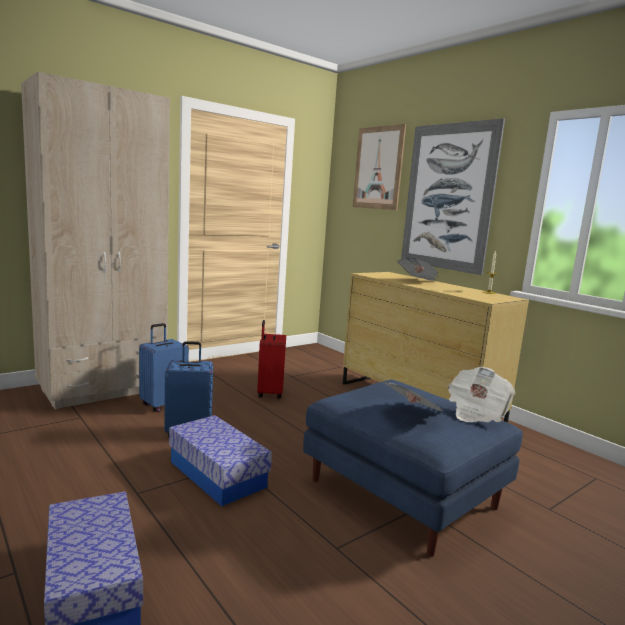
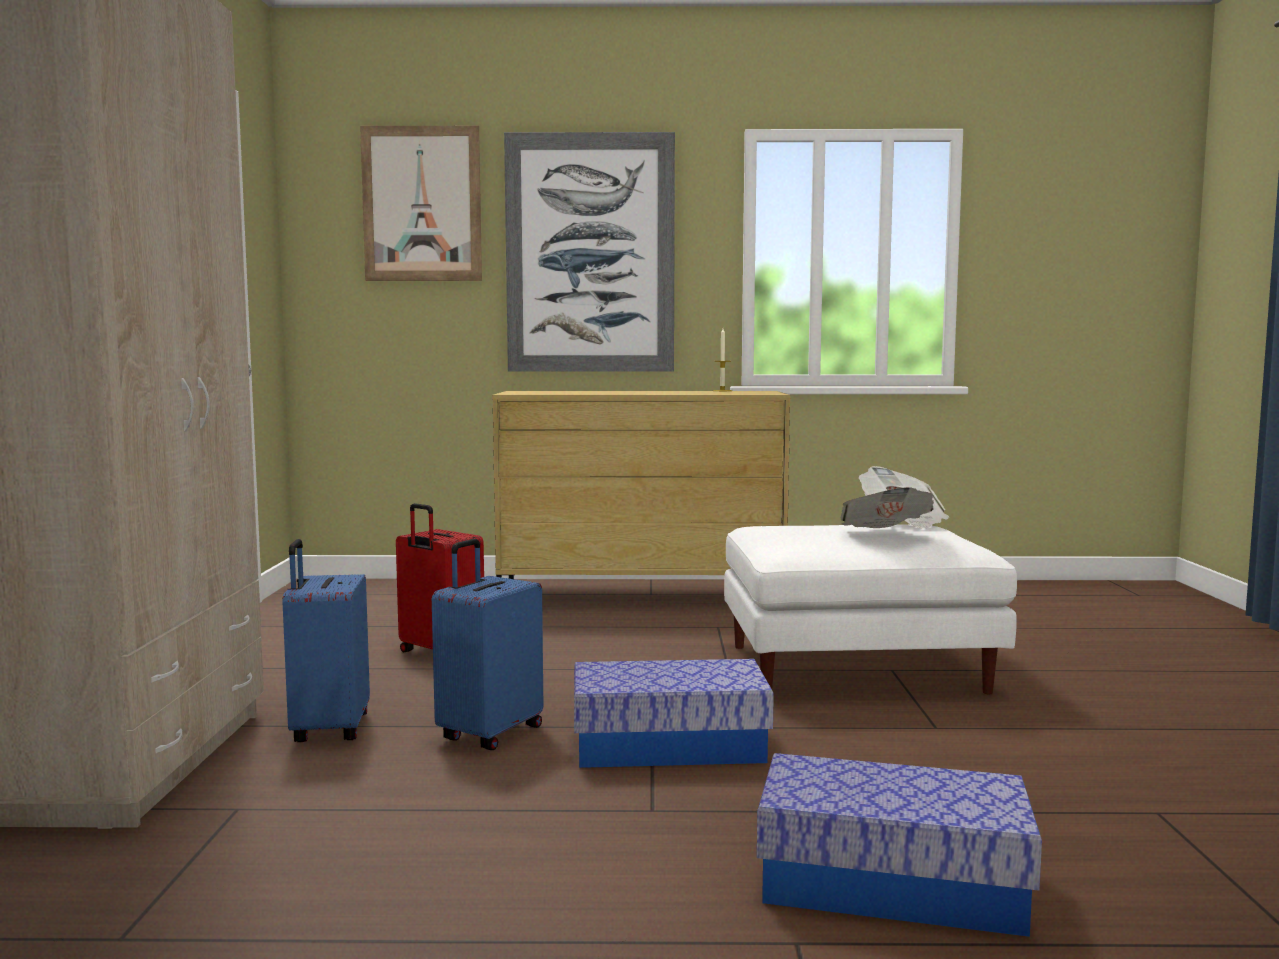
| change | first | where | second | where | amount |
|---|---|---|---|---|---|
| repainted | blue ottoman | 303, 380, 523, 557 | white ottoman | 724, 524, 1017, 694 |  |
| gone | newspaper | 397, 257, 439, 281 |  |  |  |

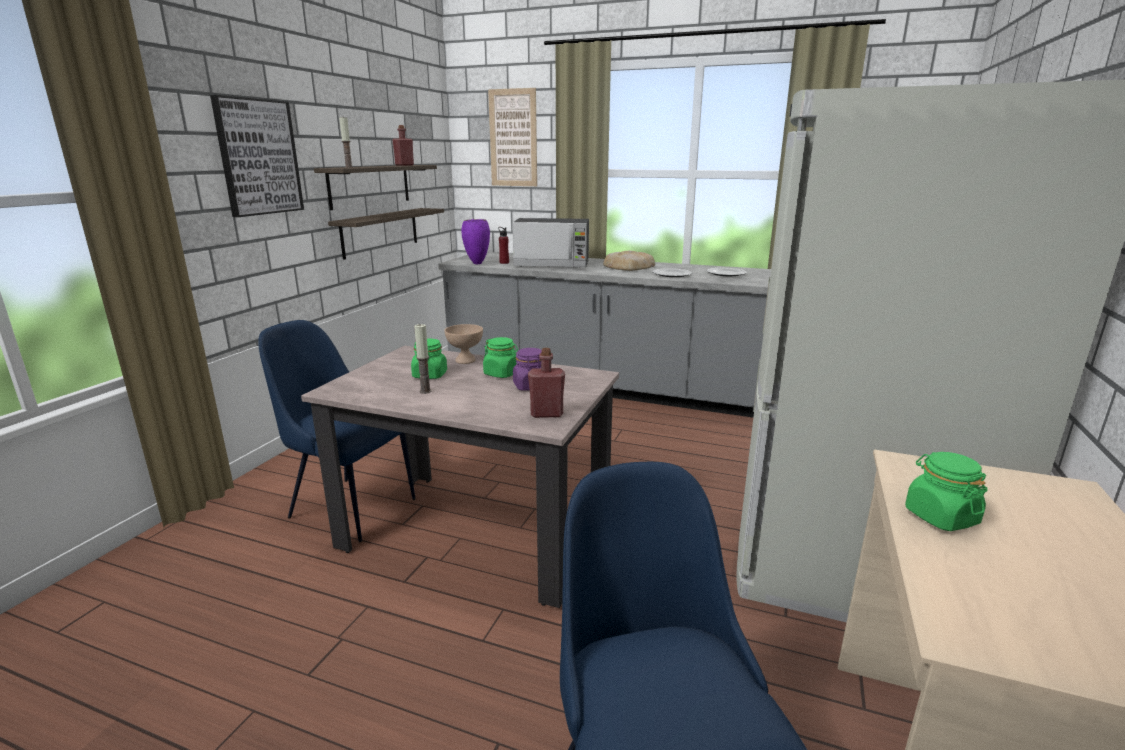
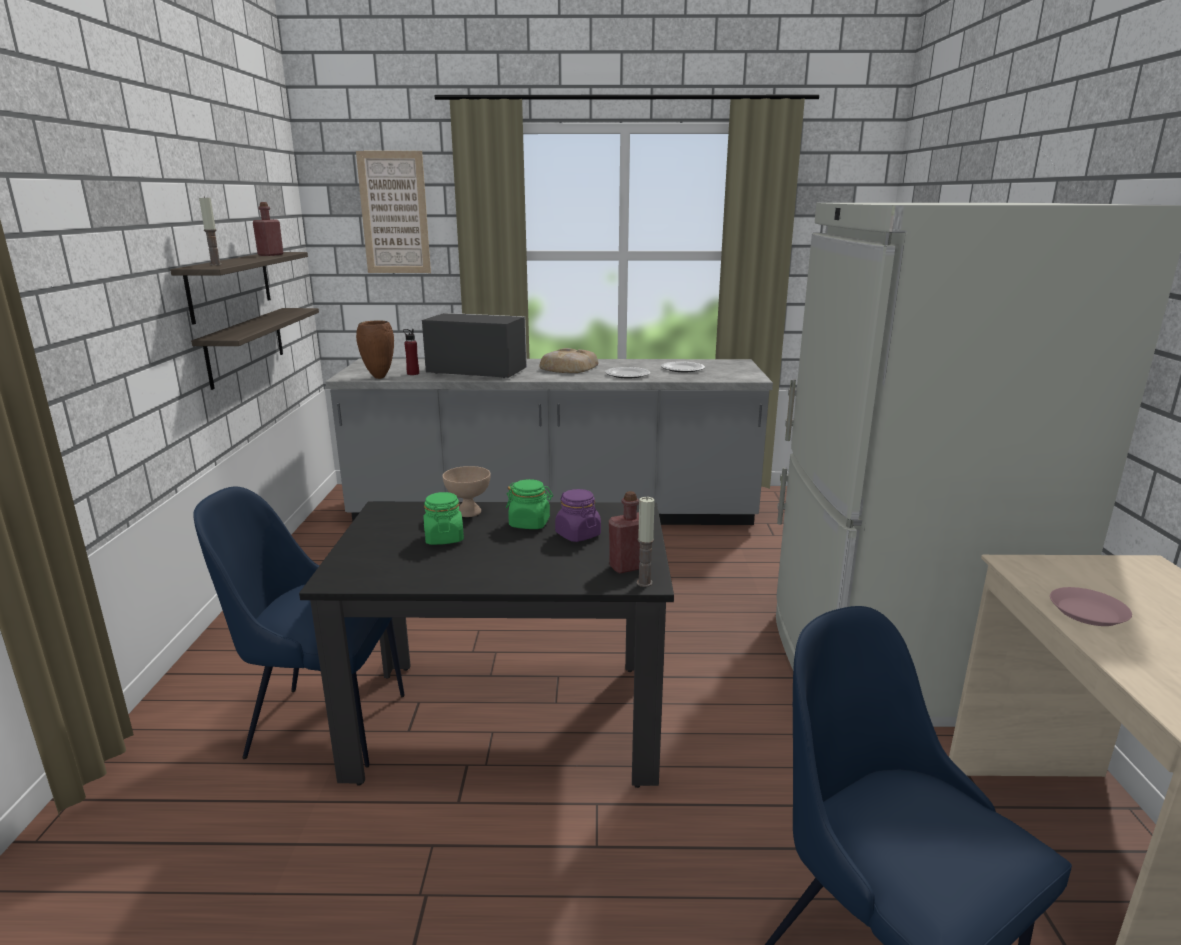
| change | first | where | second | where | amount |
|---|---|---|---|---|---|
| repainted | beige dining table | 301, 345, 619, 608 | black dining table | 299, 502, 674, 788 |  |
| repainted | purple vase | 461, 219, 490, 264 | brown vase | 356, 320, 394, 379 |  |
| rotated | microwave | 512, 218, 589, 267 |  | 422, 313, 527, 378 | 150 degrees counterclockwise |
| shifted | candle | 414, 323, 432, 394 |  | 637, 497, 655, 587 |  |
| swapped | green jar | 905, 452, 988, 531 | pink plate | 1050, 587, 1132, 626 |  |
| gone | picture | 210, 95, 304, 217 |  |  |  |

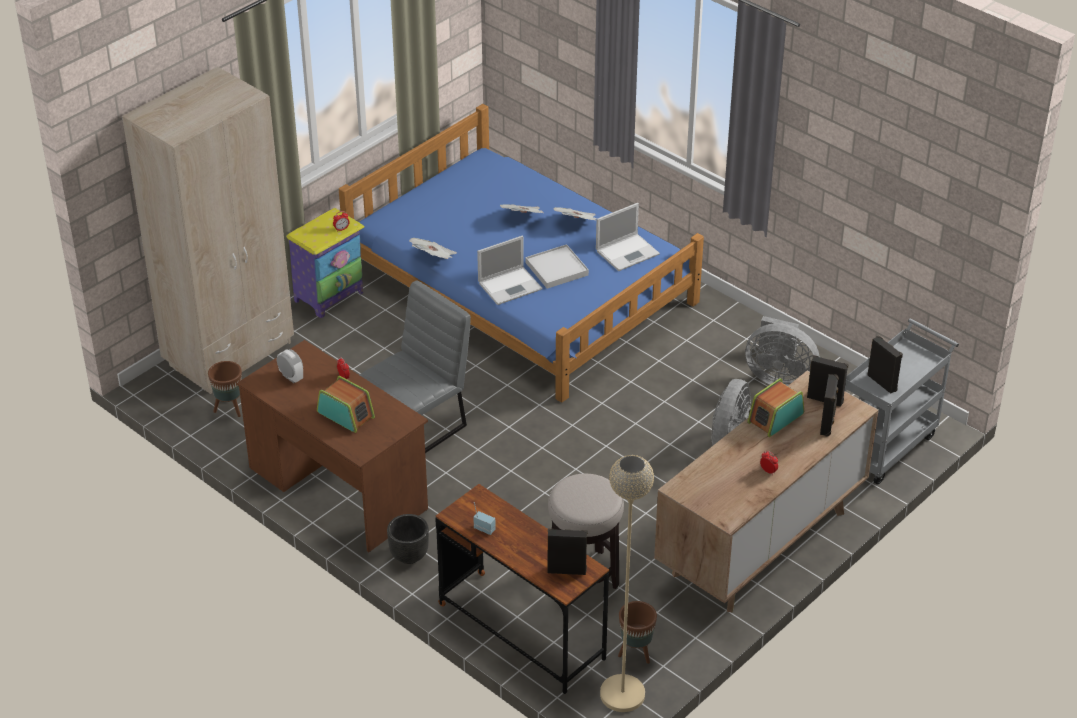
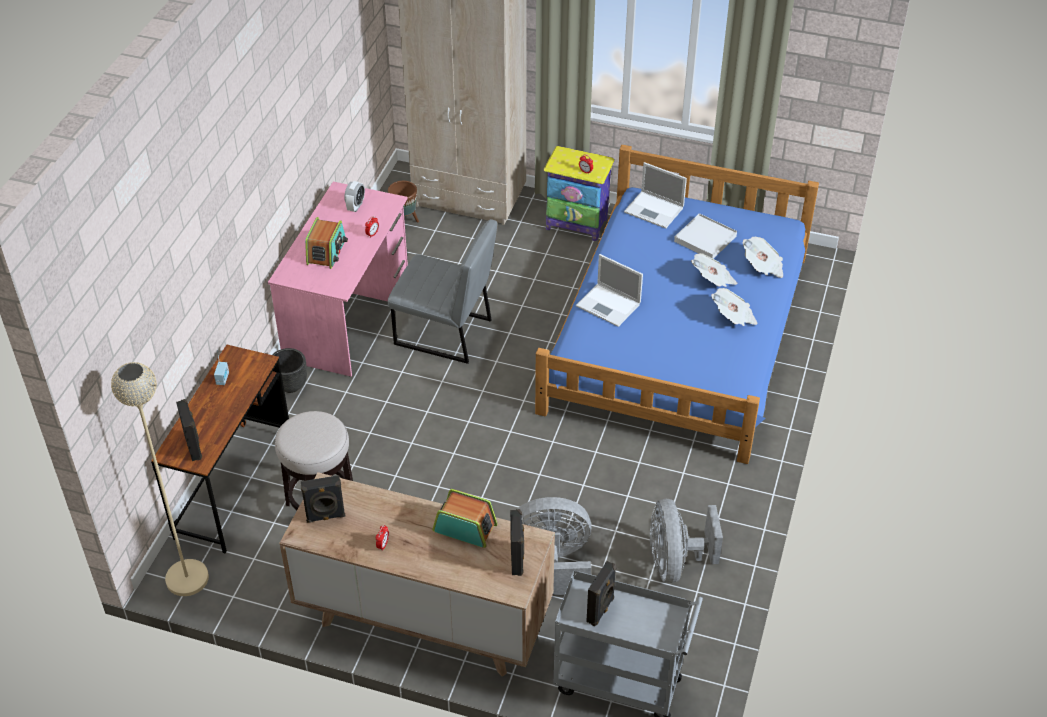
| change | first | where | second | where | amount |
|---|---|---|---|---|---|
| repainted | brown desk | 237, 340, 428, 552 | pink desk | 268, 182, 408, 377 |  |
| shifted | black speaker | 820, 374, 839, 437 |  | 301, 475, 345, 523 |  |
| shifted | laptop | 596, 203, 660, 271 |  | 624, 162, 687, 229 |  |
| shifted | white tray | 526, 244, 589, 289 |  | 674, 213, 737, 259 |  |
| shifted | newspaper | 409, 238, 457, 259 |  | 743, 237, 783, 278 |  |
| gone | brown planter | 618, 601, 657, 664 |  |  |  |

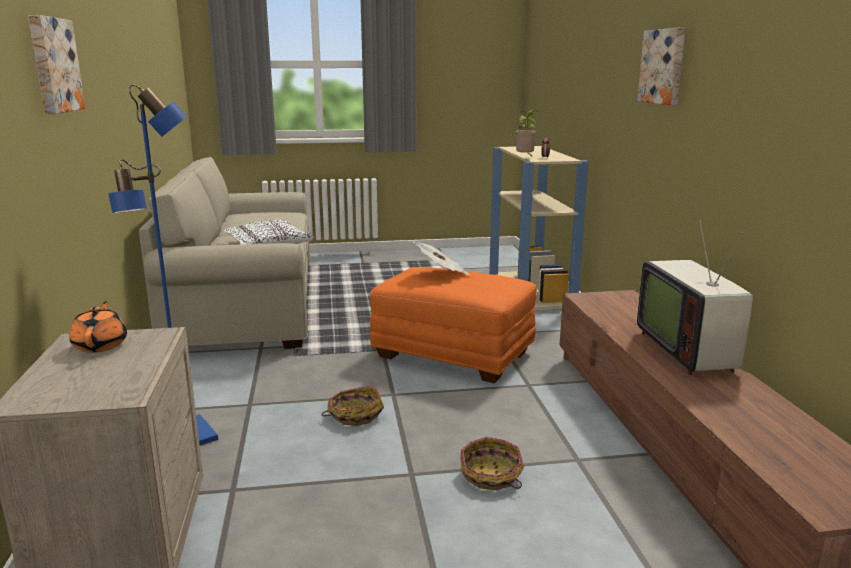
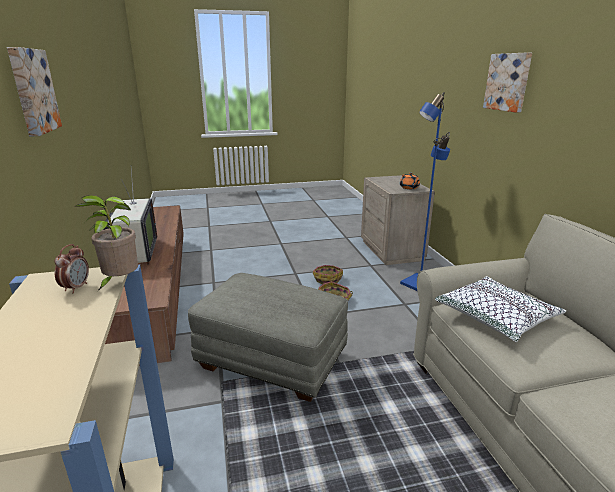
| change | first | where | second | where | amount |
|---|---|---|---|---|---|
| repainted | orange ottoman | 370, 267, 537, 383 | grey ottoman | 188, 273, 348, 402 |  |
| shifted | basket | 461, 437, 524, 490 |  | 313, 265, 343, 284 |  |
| gone | newspaper | 412, 241, 470, 275 |  |  |  |

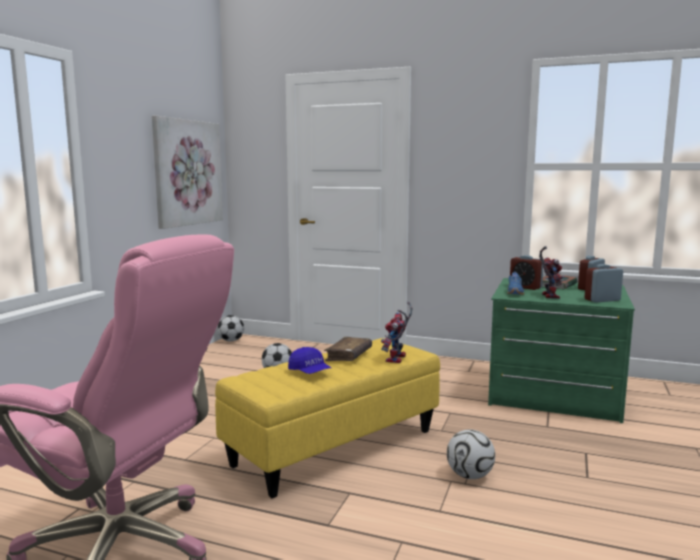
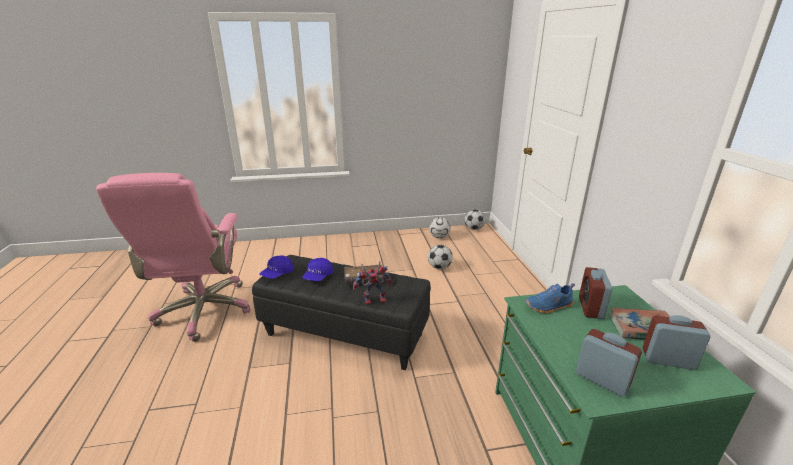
| change | first | where | second | where | amount |
|---|---|---|---|---|---|
| repainted | yellow ottoman | 215, 338, 440, 498 | black ottoman | 252, 255, 431, 370 |  |
| new |  |  | blue cap | 259, 256, 294, 279 |  |
| shifted | football | 447, 429, 495, 479 |  | 429, 217, 451, 239 |  |
| gone | picture | 152, 116, 223, 229 |  |  |  |
| gone | toy robot | 539, 246, 565, 299 |  |  |  |

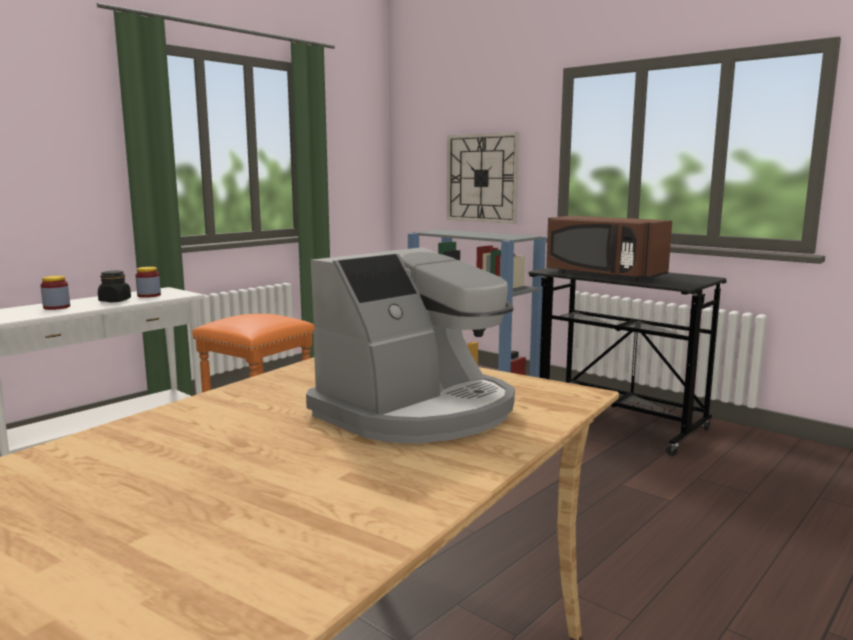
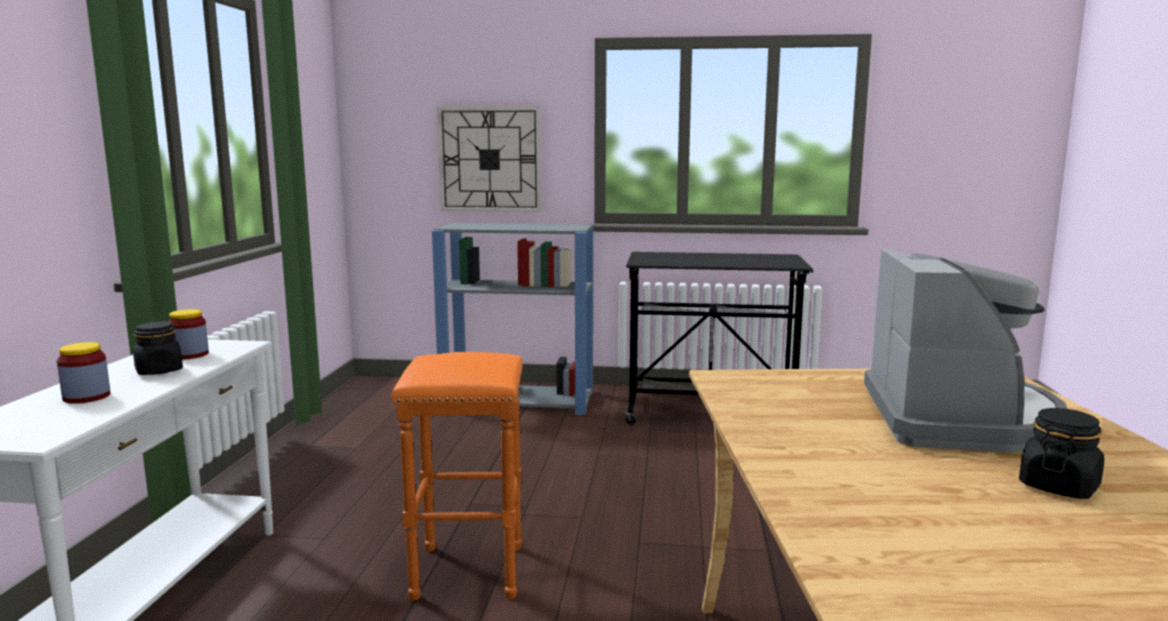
| change | first | where | second | where | amount |
|---|---|---|---|---|---|
| new |  |  | black jar | 1019, 408, 1104, 499 |  |
| gone | brown microwave | 546, 216, 672, 281 |  |  |  |

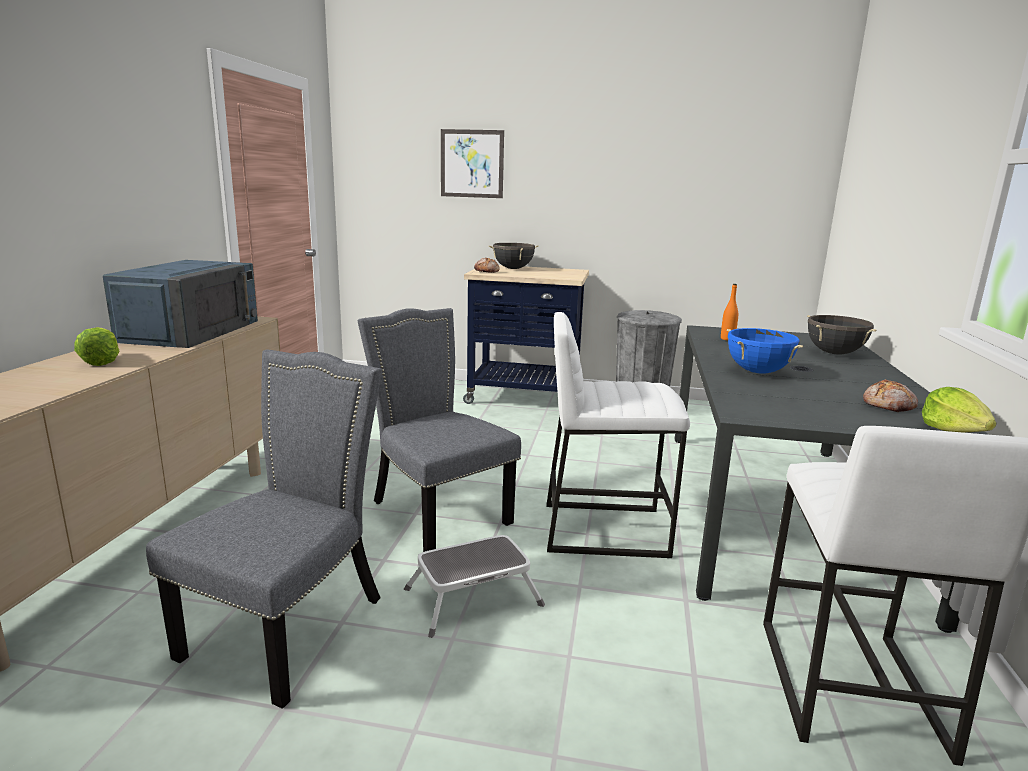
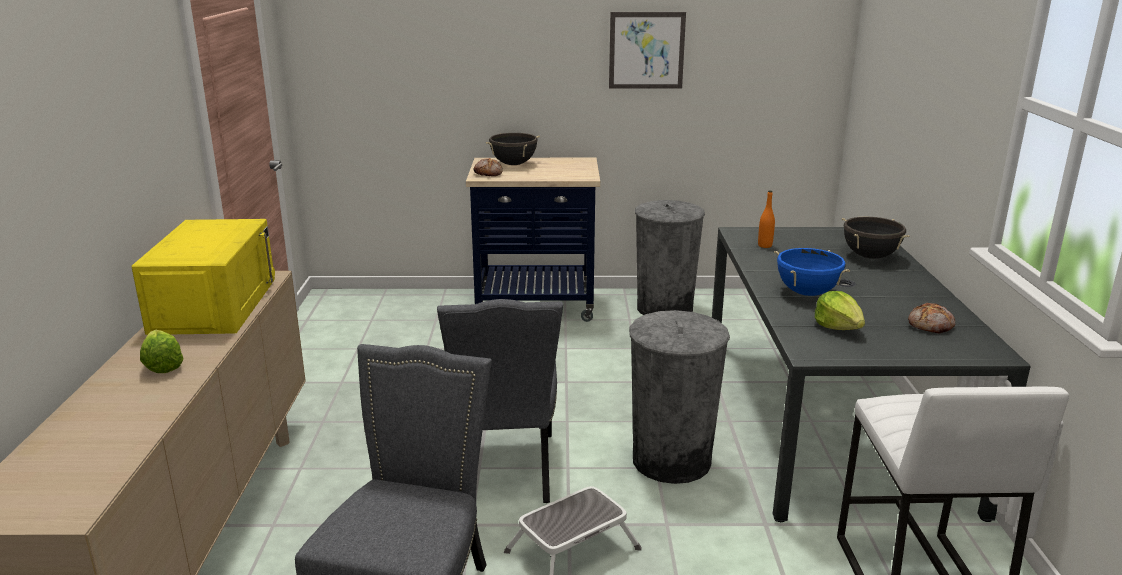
| change | first | where | second | where | amount |
|---|---|---|---|---|---|
| repainted | blue microwave | 103, 260, 258, 348 | yellow microwave | 131, 219, 275, 335 |  |
| rotated | grey chair | 358, 308, 521, 552 |  | 437, 299, 563, 503 | 135 degrees counterclockwise |
| shifted | picture | 441, 129, 504, 198 |  | 609, 12, 686, 89 |  |
| swapped | white stool | 547, 312, 690, 558 | grey trash can | 629, 310, 730, 484 |  |
| shifted | lettuce | 922, 387, 997, 432 |  | 815, 291, 865, 330 |  |

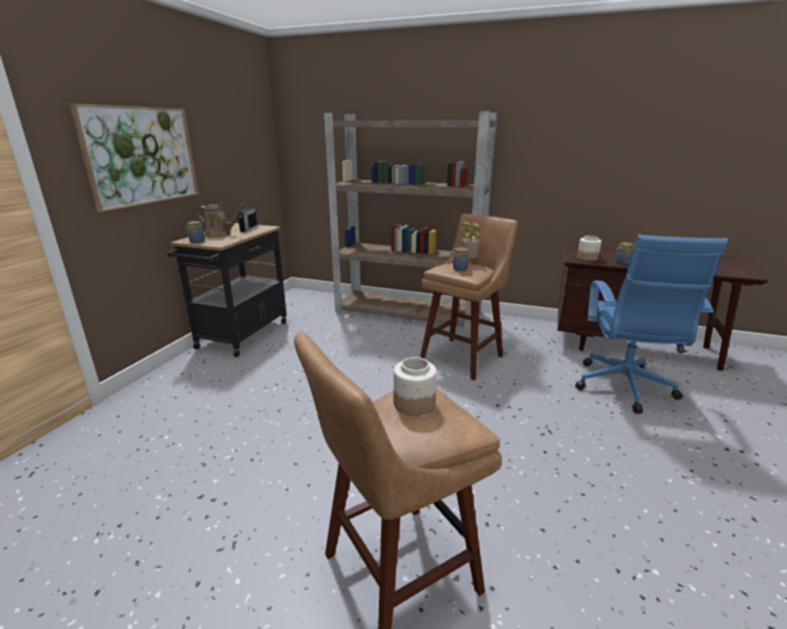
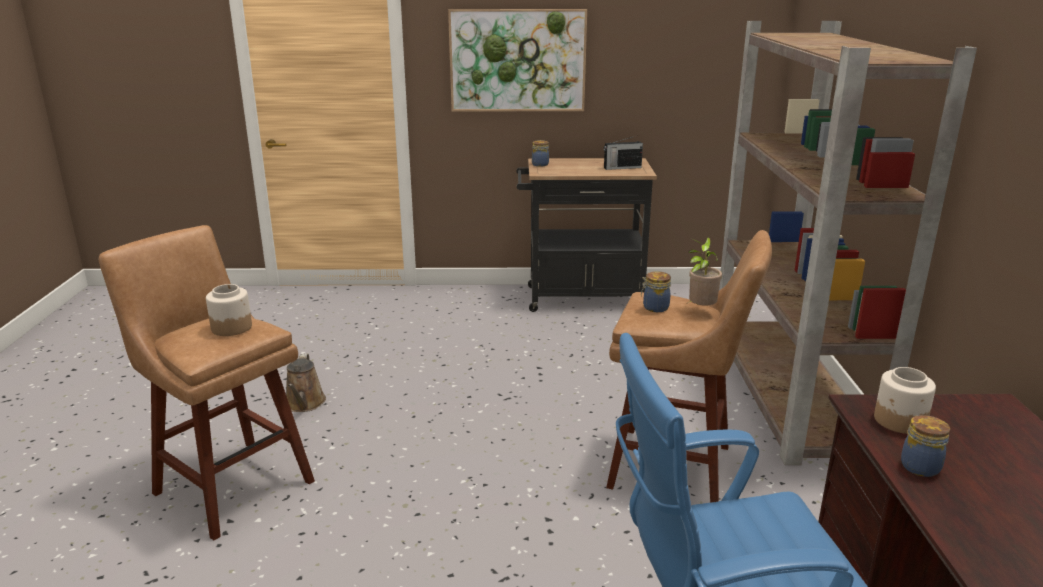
| change | first | where | second | where | amount |
|---|---|---|---|---|---|
| shifted | brown watering can | 196, 202, 247, 238 |  | 286, 353, 326, 412 |  |

